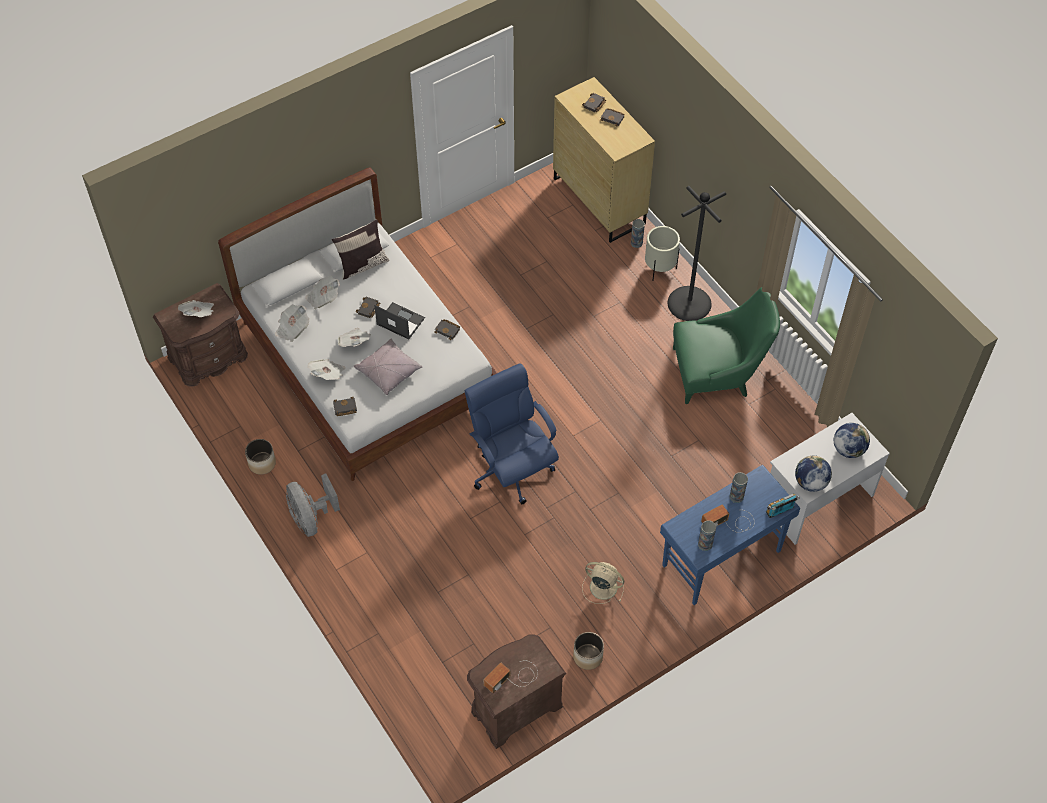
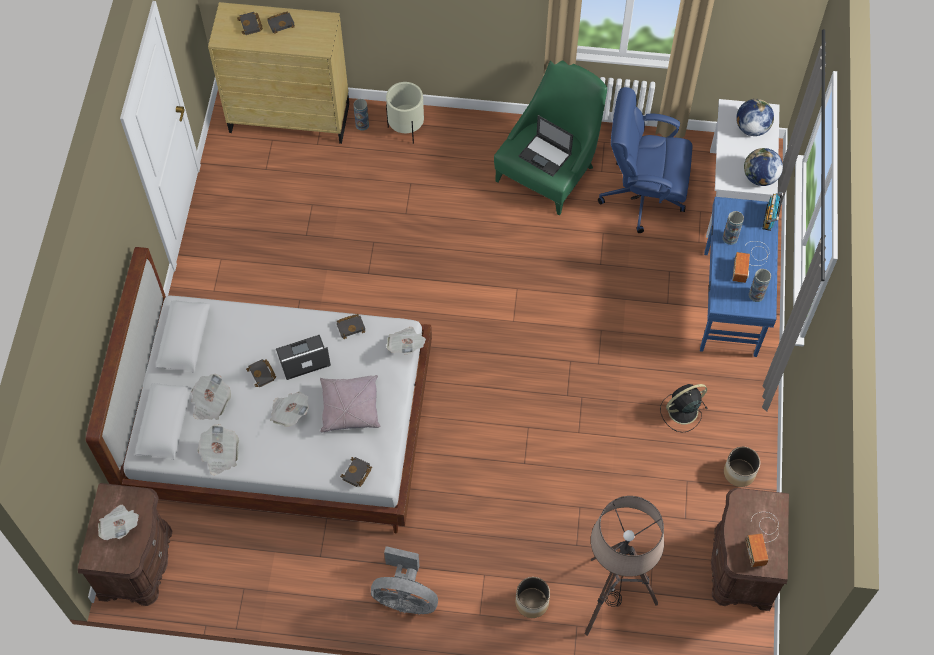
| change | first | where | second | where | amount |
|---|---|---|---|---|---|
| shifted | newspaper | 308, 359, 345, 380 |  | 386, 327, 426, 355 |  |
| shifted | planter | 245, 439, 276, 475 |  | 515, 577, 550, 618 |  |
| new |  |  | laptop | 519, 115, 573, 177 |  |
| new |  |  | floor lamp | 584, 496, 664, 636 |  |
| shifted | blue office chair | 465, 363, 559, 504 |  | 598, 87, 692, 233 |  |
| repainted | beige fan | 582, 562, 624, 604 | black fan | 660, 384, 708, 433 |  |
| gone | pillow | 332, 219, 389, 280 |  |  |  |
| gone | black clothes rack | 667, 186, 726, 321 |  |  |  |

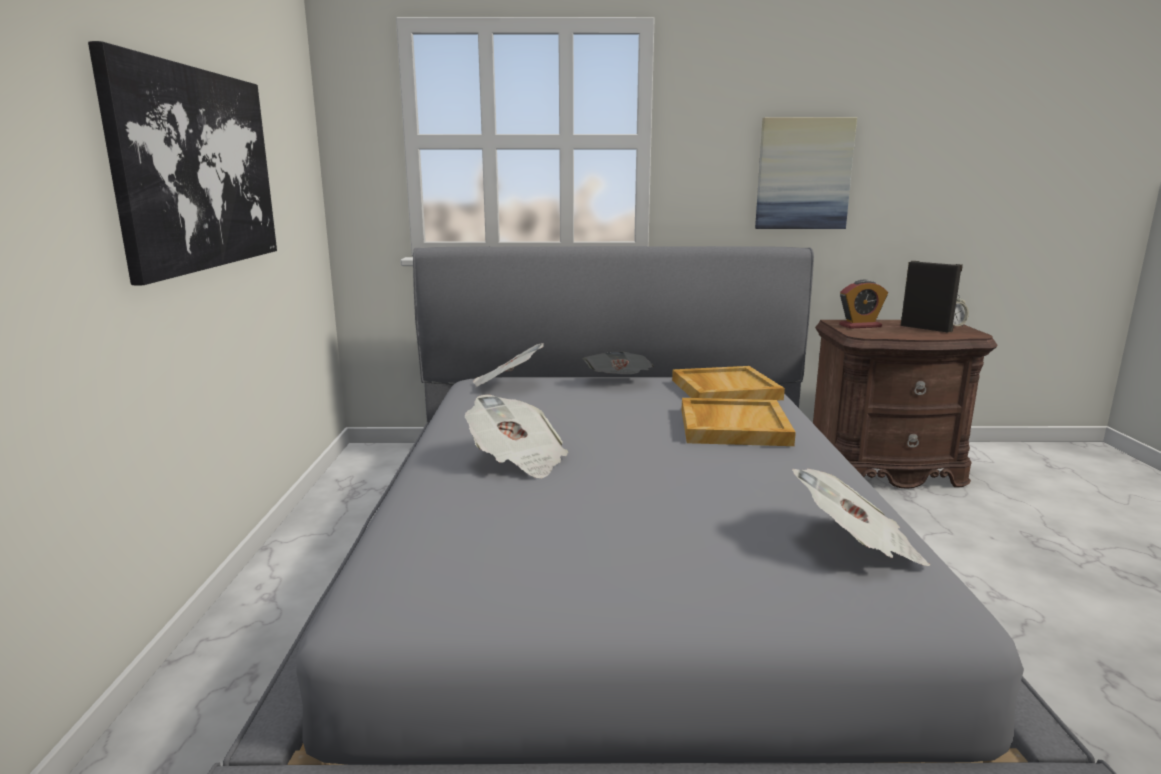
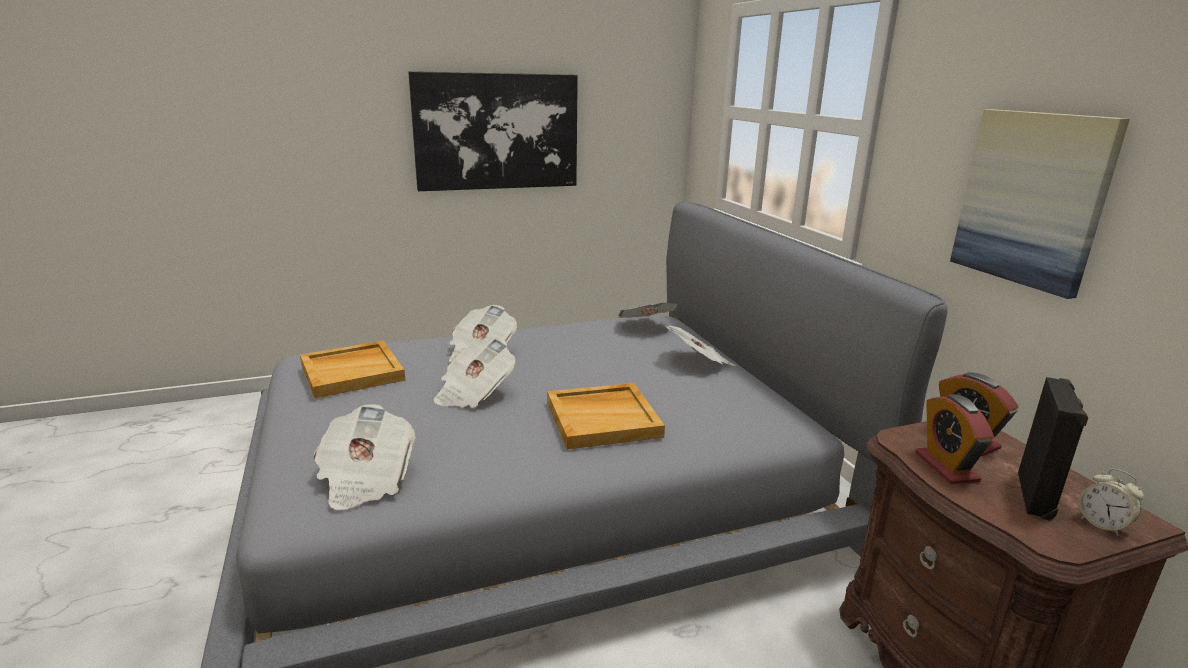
| change | first | where | second | where | amount |
|---|---|---|---|---|---|
| shifted | beige tray | 672, 366, 785, 401 |  | 300, 341, 405, 398 |  |
| new |  |  | newspaper | 434, 338, 515, 408 |  |
| new |  |  | alarm clock | 915, 394, 994, 484 |  |

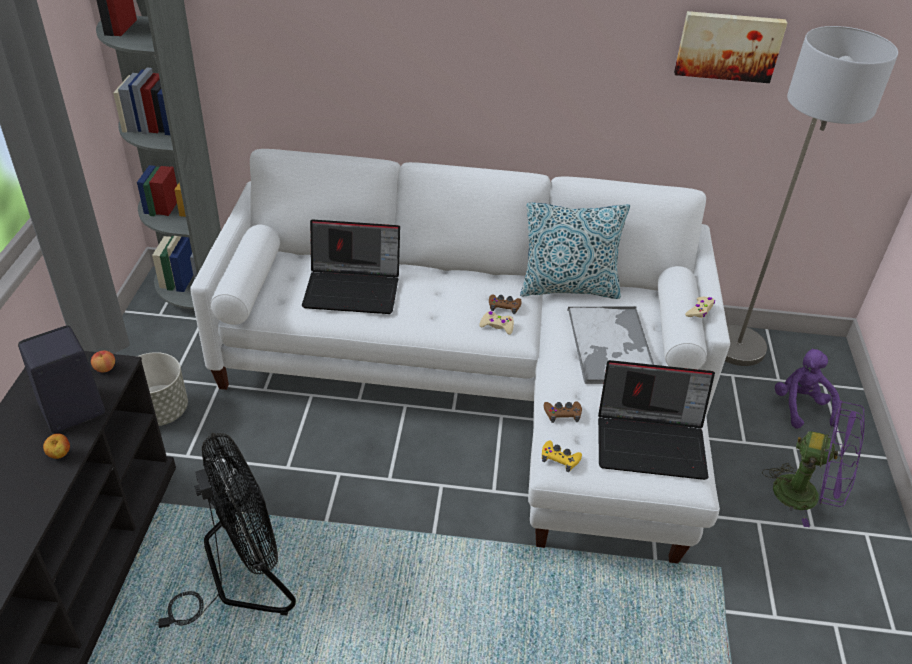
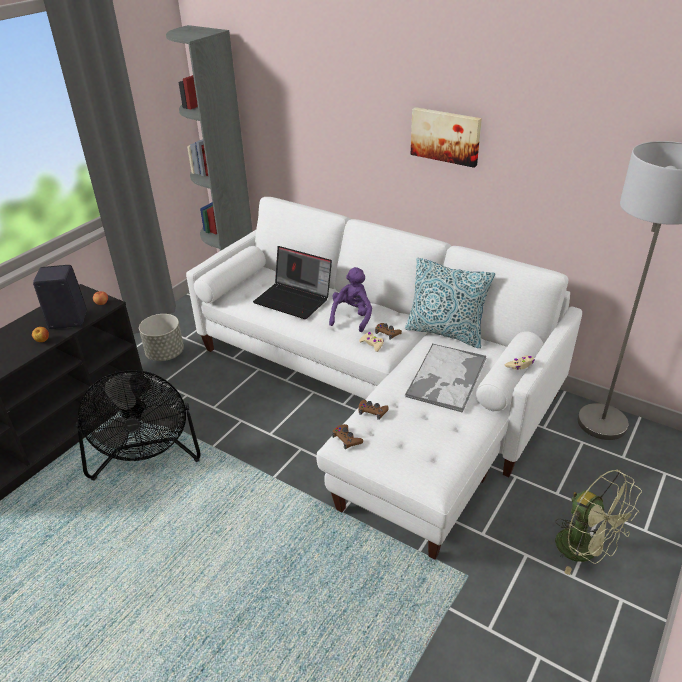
| change | first | where | second | where | amount |
|---|---|---|---|---|---|
| rotated | black fan | 155, 433, 296, 628 |  | 76, 369, 201, 481 | 75 degrees clockwise |
| shifted | purple plush toy | 775, 349, 840, 429 |  | 329, 267, 372, 332 |  |
| repainted | yellow game controller | 542, 440, 582, 472 | brown game controller | 332, 424, 363, 449 |  |
| shifted | picture | 674, 11, 787, 83 |  | 411, 107, 482, 168 |  |
| repainted | purple fan | 762, 400, 864, 527 | green fan | 555, 470, 642, 575 |  |
| gone | laptop | 598, 360, 715, 480 |  |  |  |

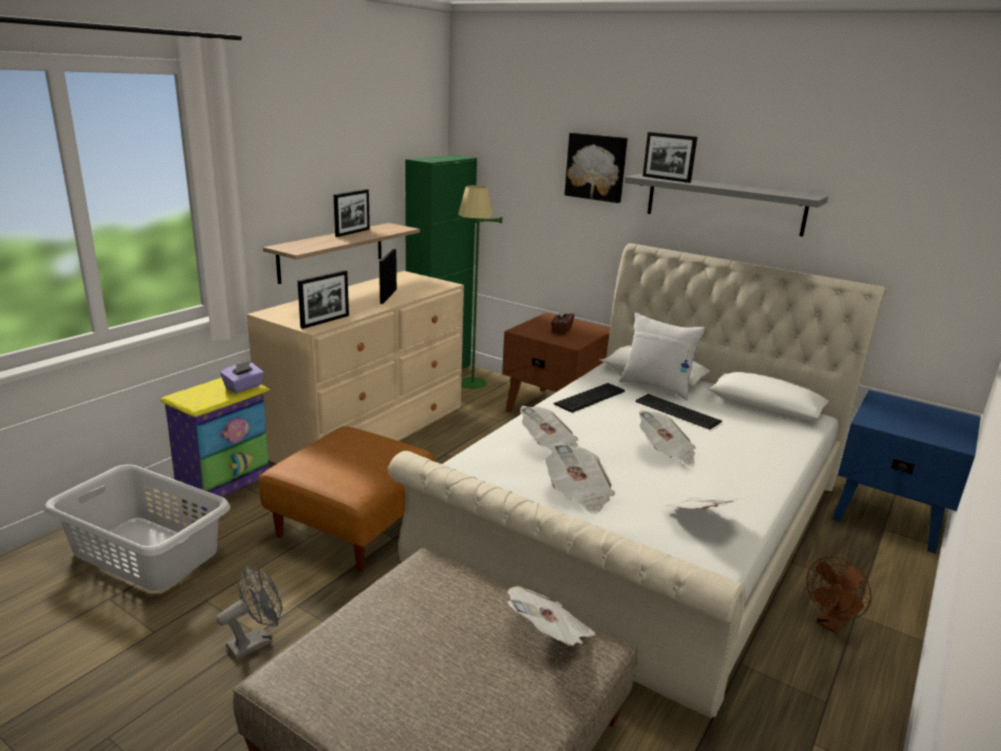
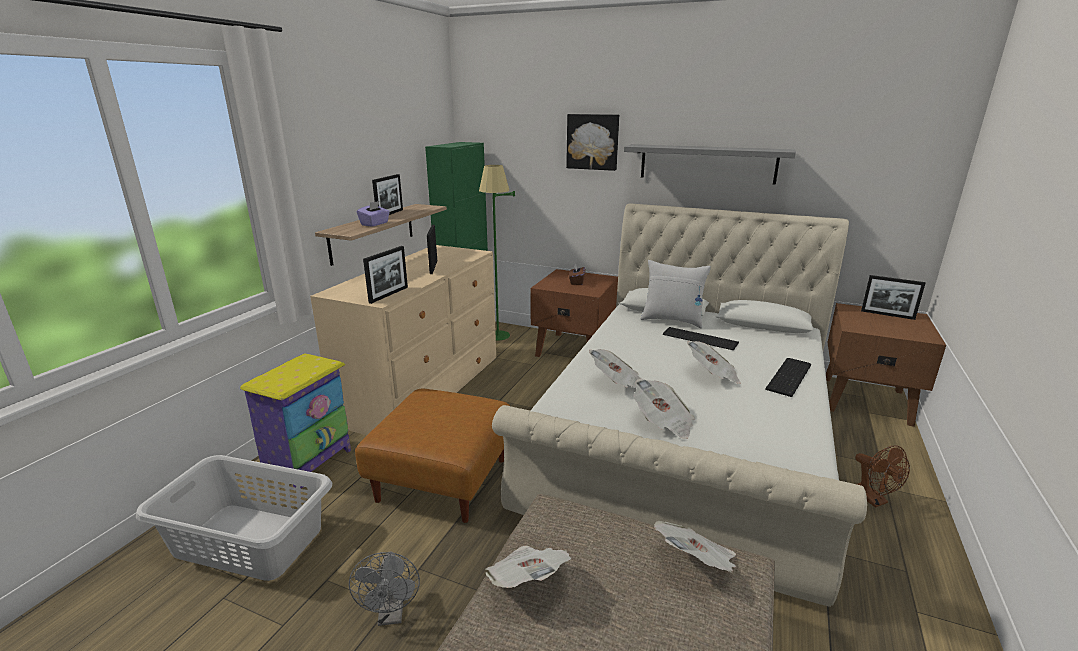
| change | first | where | second | where | amount |
|---|---|---|---|---|---|
| rotated | grey fan | 216, 567, 282, 660 |  | 349, 551, 420, 626 | 135 degrees clockwise |
| shifted | purple tissue box | 220, 361, 264, 393 |  | 357, 201, 390, 227 |  |
| shifted | newspaper | 666, 497, 740, 510 |  | 485, 546, 571, 588 |  |
| shifted | keyboard | 553, 383, 625, 413 |  | 765, 358, 811, 397 |  |
| repainted | blue nightstand | 832, 390, 981, 554 | brown nightstand | 826, 303, 946, 427 |  |
| rotated | brown fan | 807, 557, 871, 634 |  | 855, 445, 910, 508 | 60 degrees counterclockwise |
| shifted | picture frame | 643, 132, 697, 183 |  | 861, 275, 926, 320 |  |

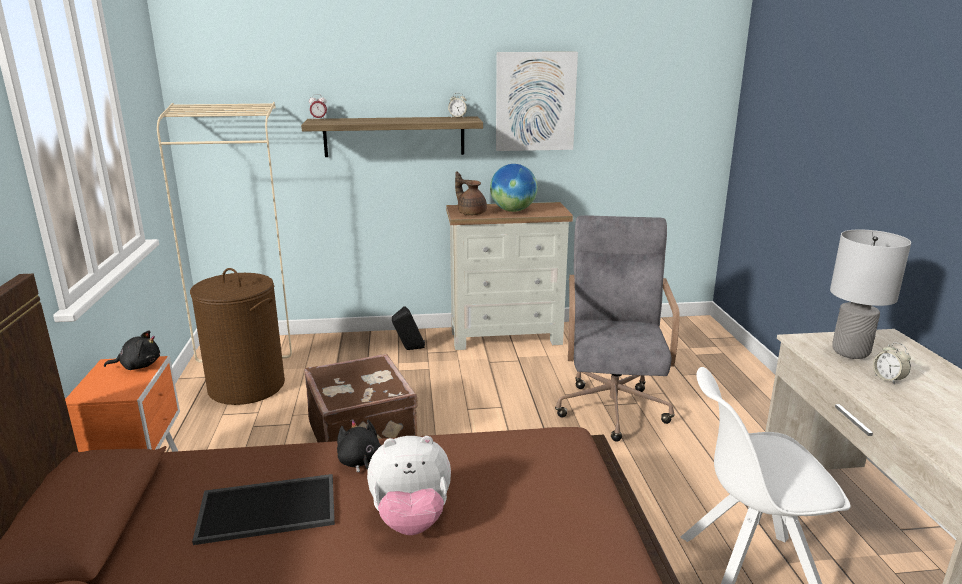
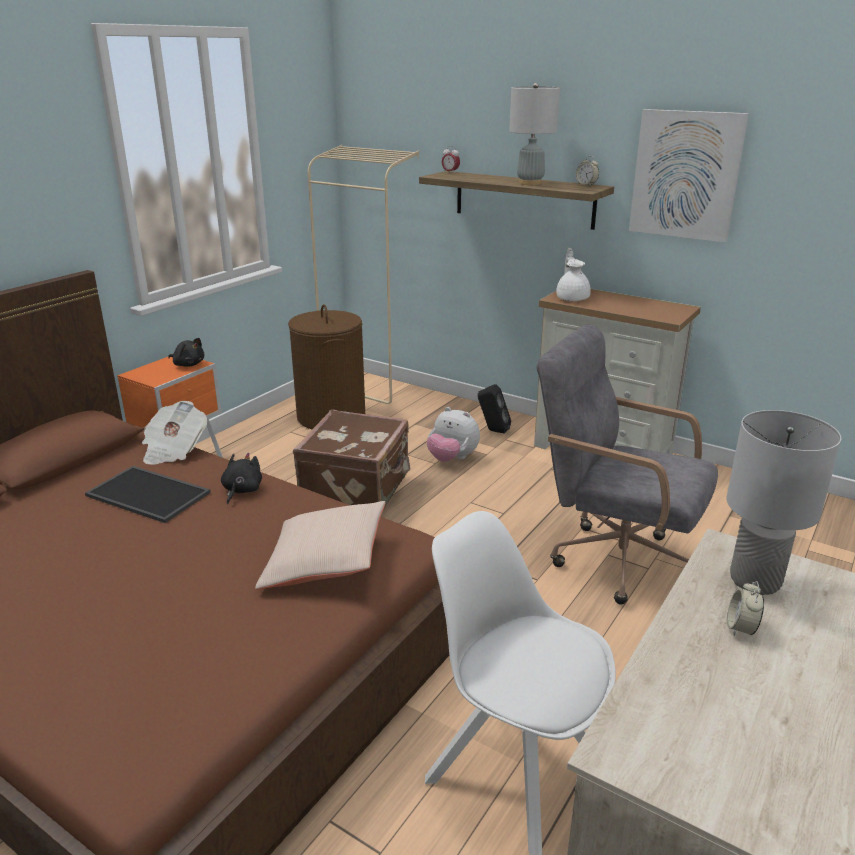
| change | first | where | second | where | amount |
|---|---|---|---|---|---|
| new |  |  | newspaper | 142, 401, 207, 465 |  |
| new |  |  | beige pillow | 255, 501, 385, 589 |  |
| shifted | plush toy | 367, 436, 451, 535 |  | 427, 407, 480, 462 |  |
| new |  |  | grey table lamp | 509, 83, 560, 185 |  |
| rotated | grey office chair | 555, 215, 680, 442 |  | 536, 325, 718, 605 | 105 degrees counterclockwise |
| repainted | brown teapot | 455, 172, 487, 215 | white teapot | 556, 248, 591, 301 |  |
| gone | globe | 490, 164, 537, 212 |  |  |  |

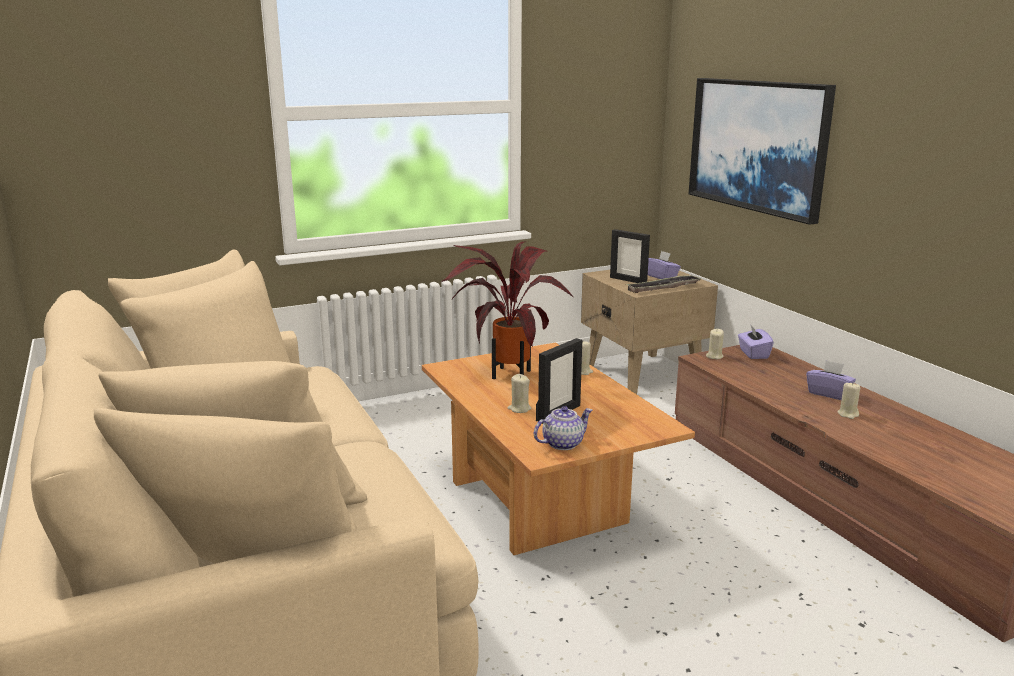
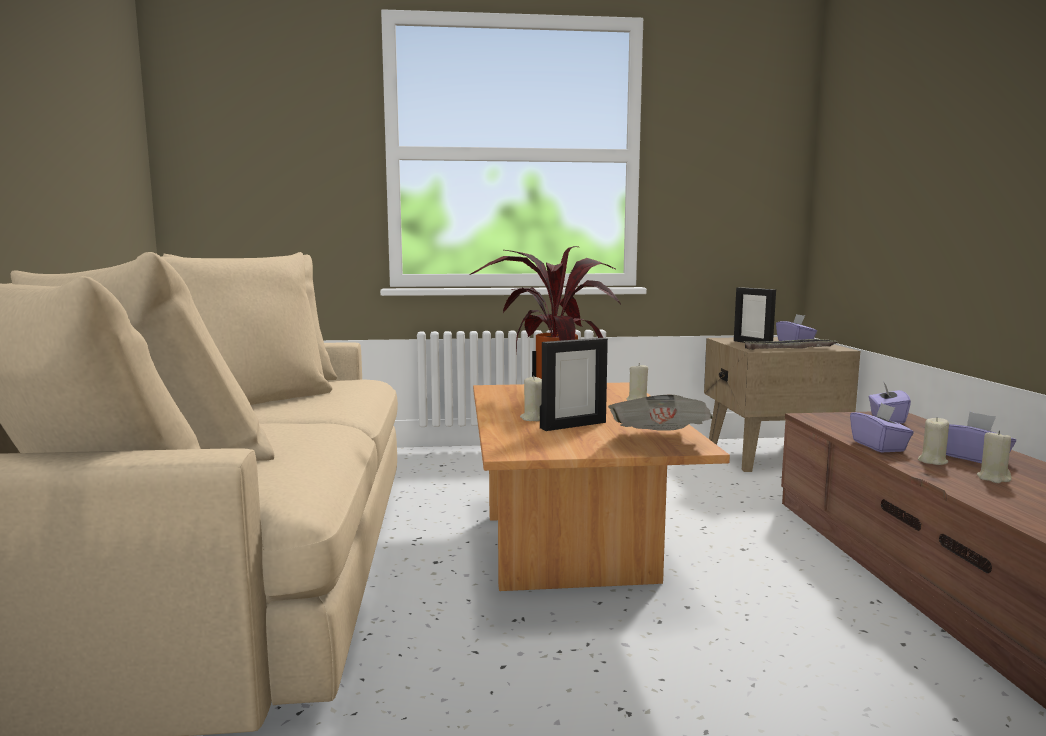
| change | first | where | second | where | amount |
|---|---|---|---|---|---|
| new |  |  | newspaper | 608, 395, 714, 431 |  |
| new |  |  | purple tissue box | 850, 403, 914, 452 |  |
| shifted | beige candle | 706, 329, 724, 359 |  | 918, 417, 949, 465 |  |
| gone | teapot | 534, 406, 593, 450 |  |  |  |
| gone | picture | 689, 78, 836, 225 |  |  |  |

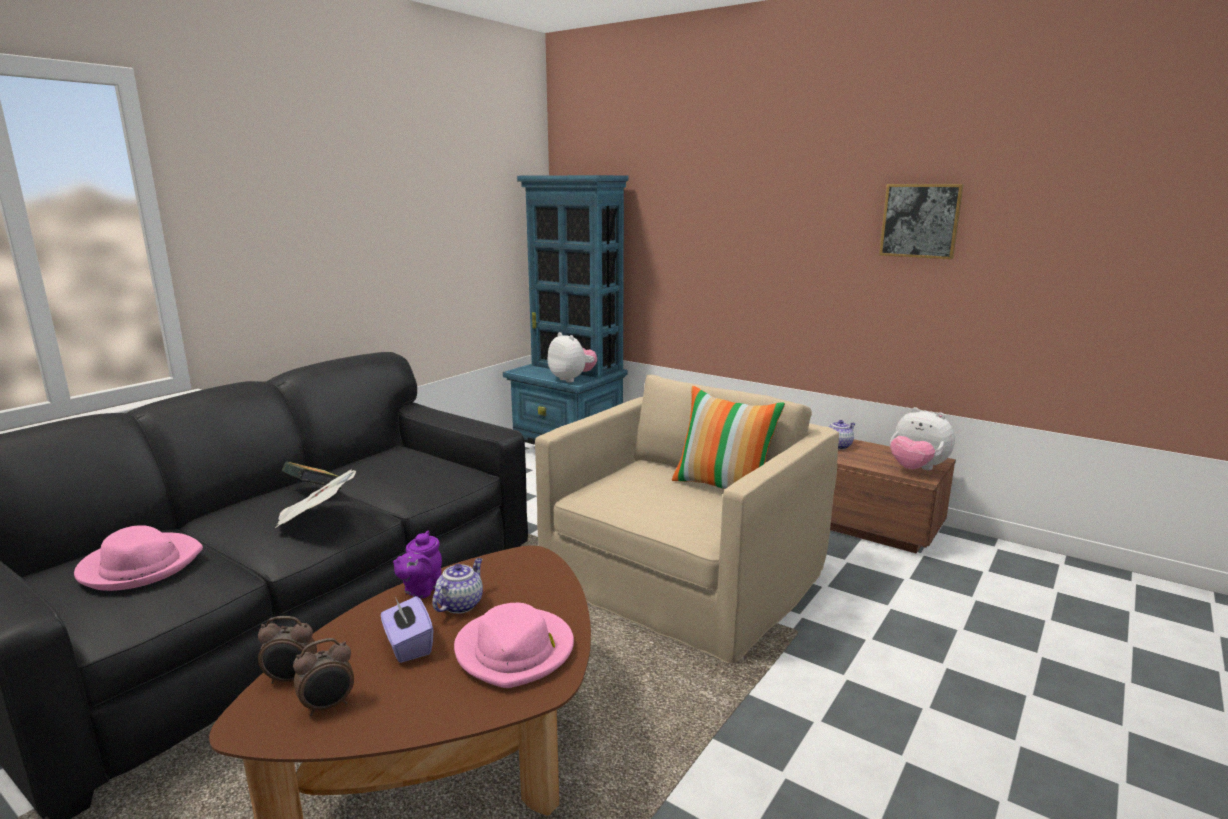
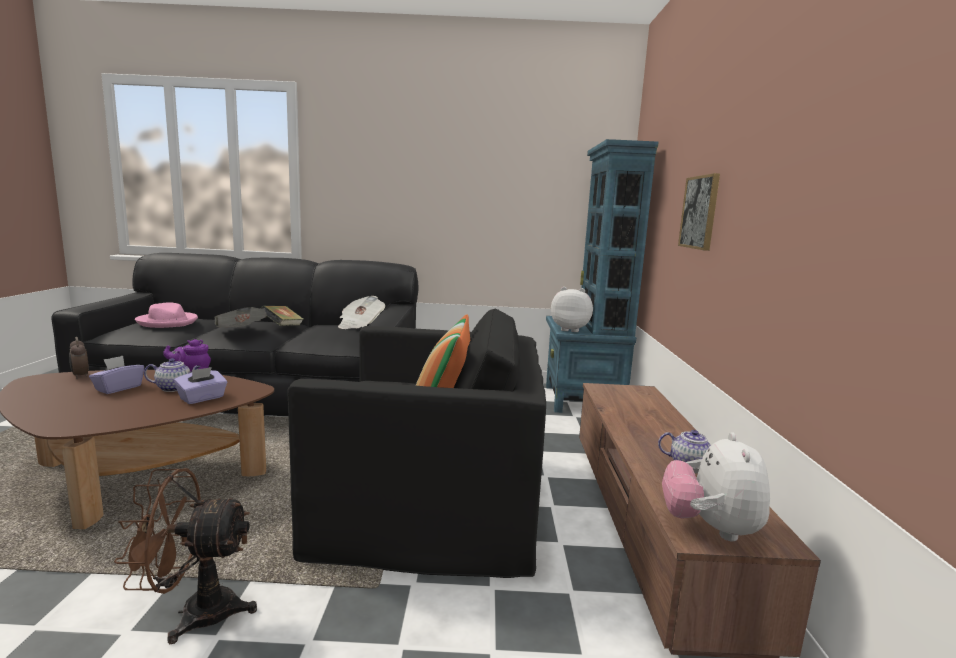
| change | first | where | second | where | amount |
|---|---|---|---|---|---|
| new |  |  | brown fan | 114, 468, 257, 644 |  |
| new |  |  | purple tissue box | 174, 367, 227, 404 |  |
| repainted | beige armchair | 535, 375, 839, 663 | black armchair | 287, 309, 546, 578 |  |
| new |  |  | newspaper | 338, 296, 385, 329 |  |
| rotated | plush toy | 548, 332, 597, 383 |  | 551, 287, 593, 332 | 90 degrees counterclockwise |
| shifted | picture | 879, 184, 964, 259 |  | 678, 173, 720, 251 |  |
| gone | alarm clock | 293, 638, 354, 716 |  |  |  |
| gone | pink hat | 454, 603, 574, 688 |  |  |  |

